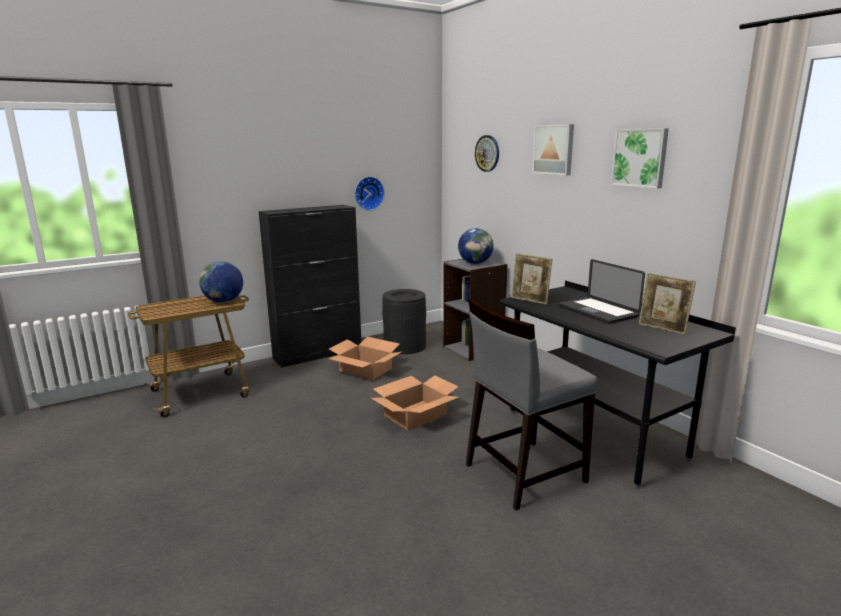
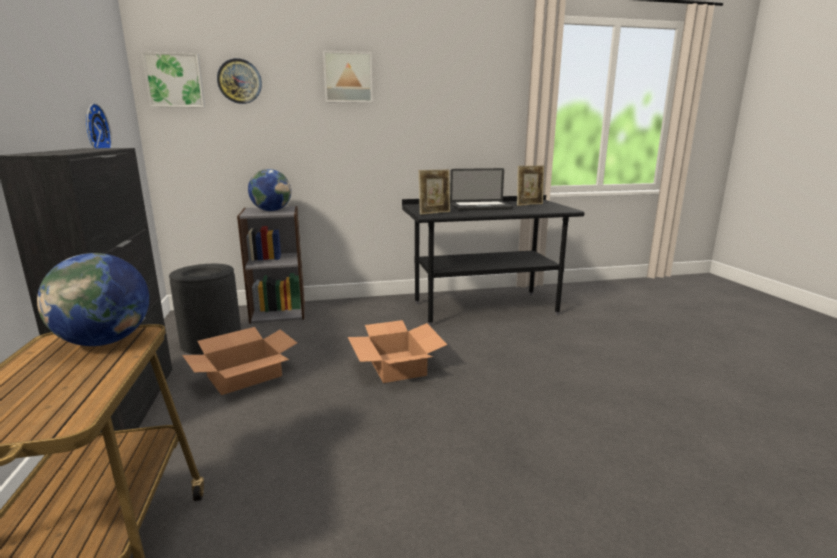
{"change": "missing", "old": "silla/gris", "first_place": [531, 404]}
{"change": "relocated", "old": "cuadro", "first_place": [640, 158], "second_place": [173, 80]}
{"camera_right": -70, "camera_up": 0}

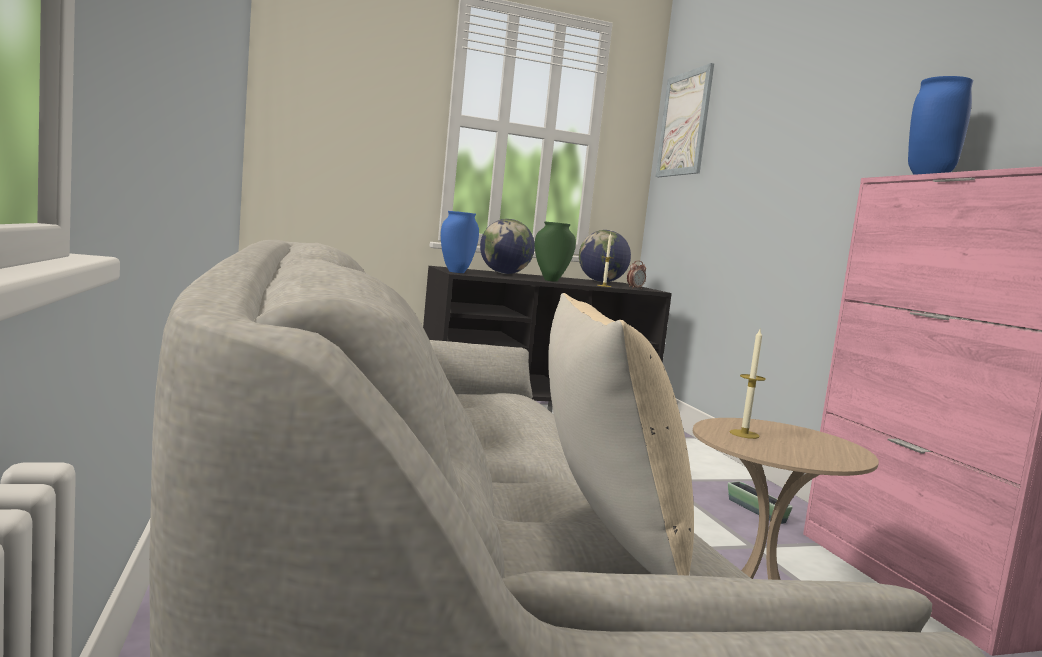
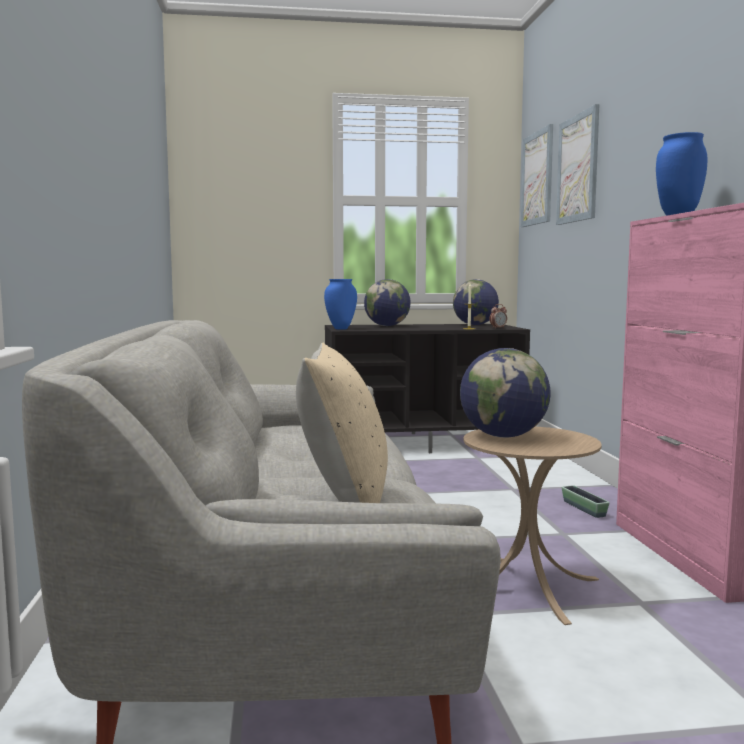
{"change": "missing", "old": "florero/verde", "first_place": [555, 252]}
{"change": "appeared", "new": "cuadro", "second_place": [577, 164]}
{"change": "exchanged", "old": "vela", "new": "globo terráqueo", "first_place": [748, 384], "second_place": [505, 393]}
{"camera_right": 10, "camera_up": 0}

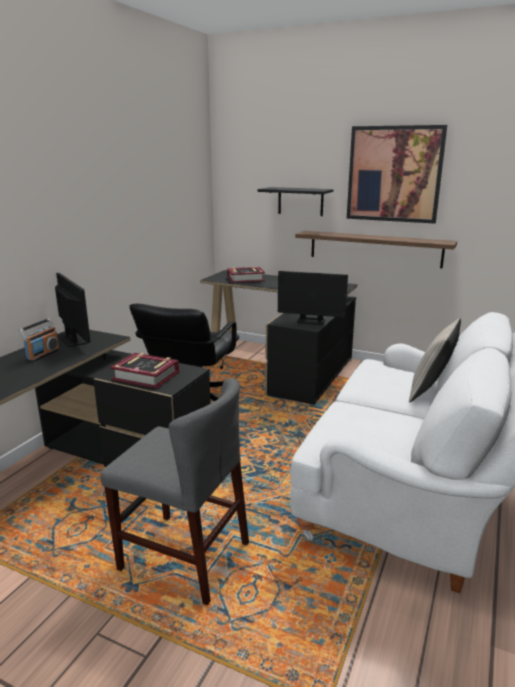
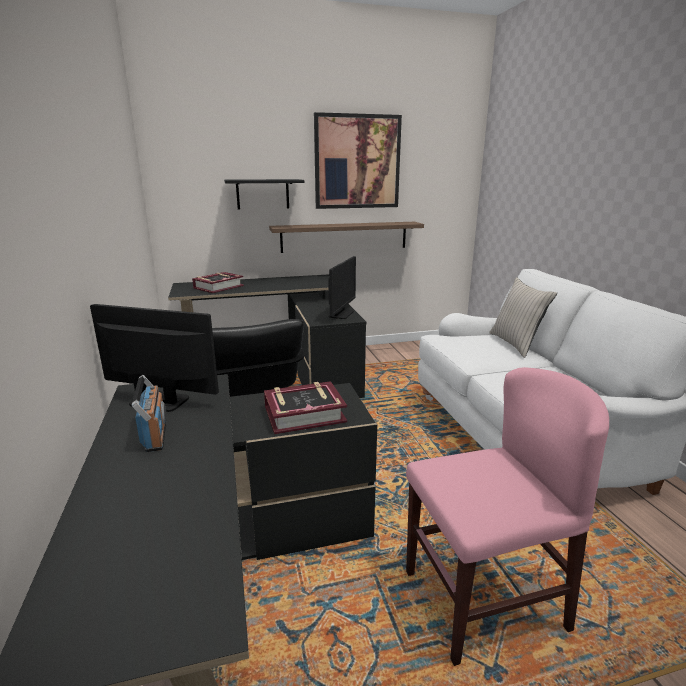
{"change": "colour", "old": "silla/gris", "new": "silla/rosa", "first_place": [174, 491], "second_place": [507, 516]}
{"change": "spun", "old": "monitor", "first_place": [313, 298], "second_place": [342, 287], "degrees": -45}
{"camera_right": -40, "camera_up": 0}

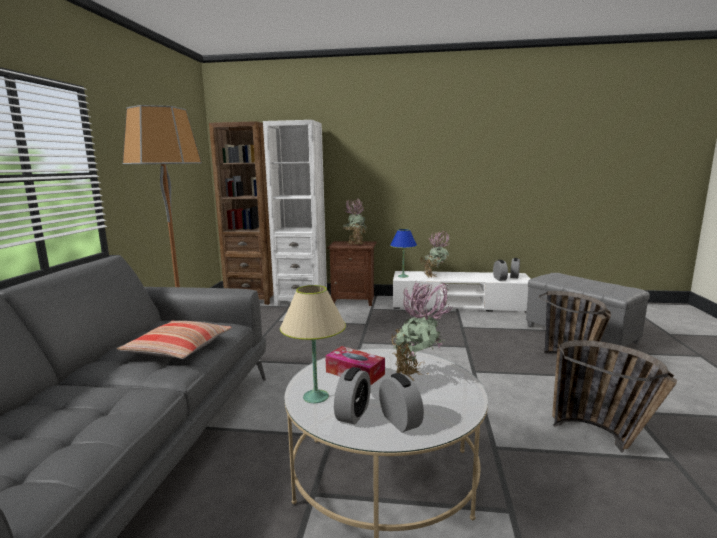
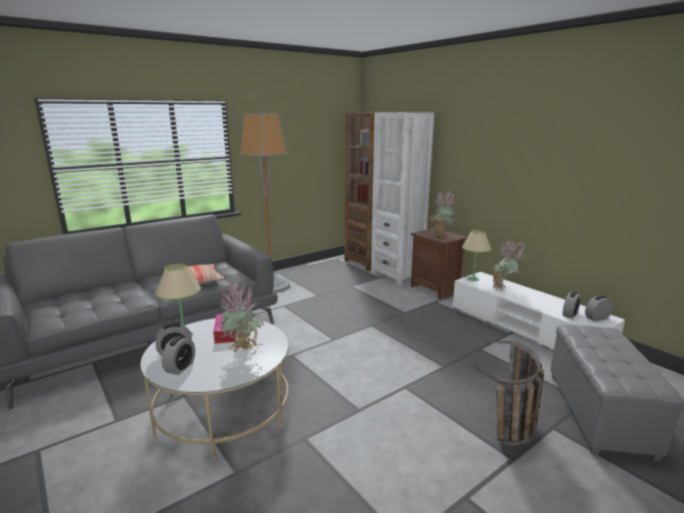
{"change": "missing", "old": "cesta", "first_place": [614, 396]}
{"change": "colour", "old": "lámpara de mesa/azul", "new": "lámpara de mesa/beis", "first_place": [403, 253], "second_place": [477, 255]}
{"camera_right": 45, "camera_up": 5}

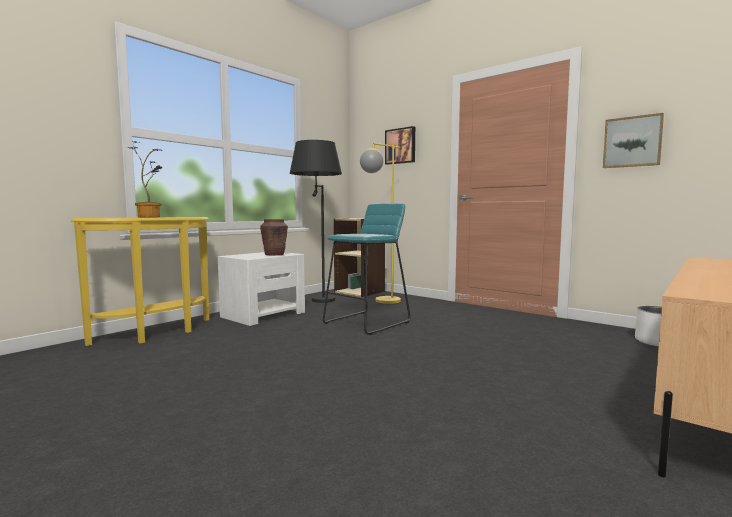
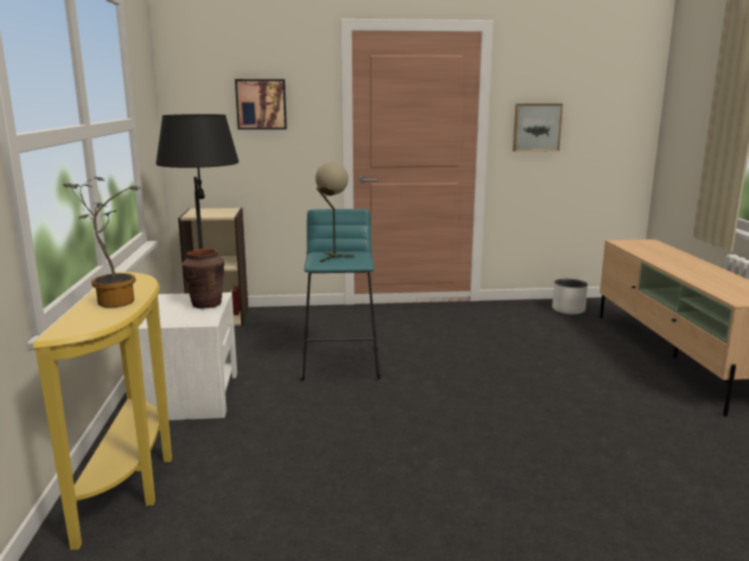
{"change": "missing", "old": "lámpara de pie/amarillo", "first_place": [380, 223]}
{"change": "appeared", "new": "lámpara de mesa/beis", "second_place": [335, 212]}
{"camera_right": -45, "camera_up": 10}

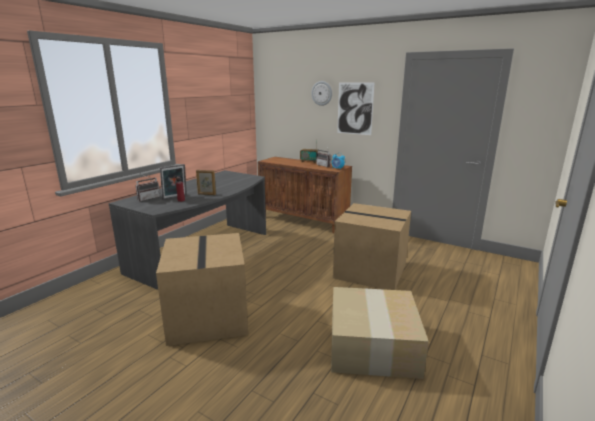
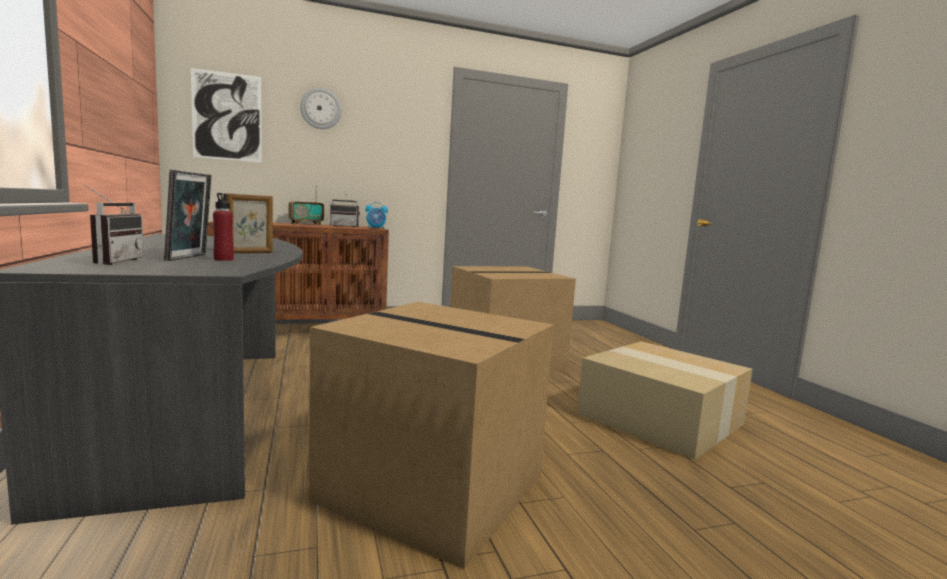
{"change": "relocated", "old": "cuadro", "first_place": [356, 108], "second_place": [226, 115]}
{"camera_right": -50, "camera_up": -10}

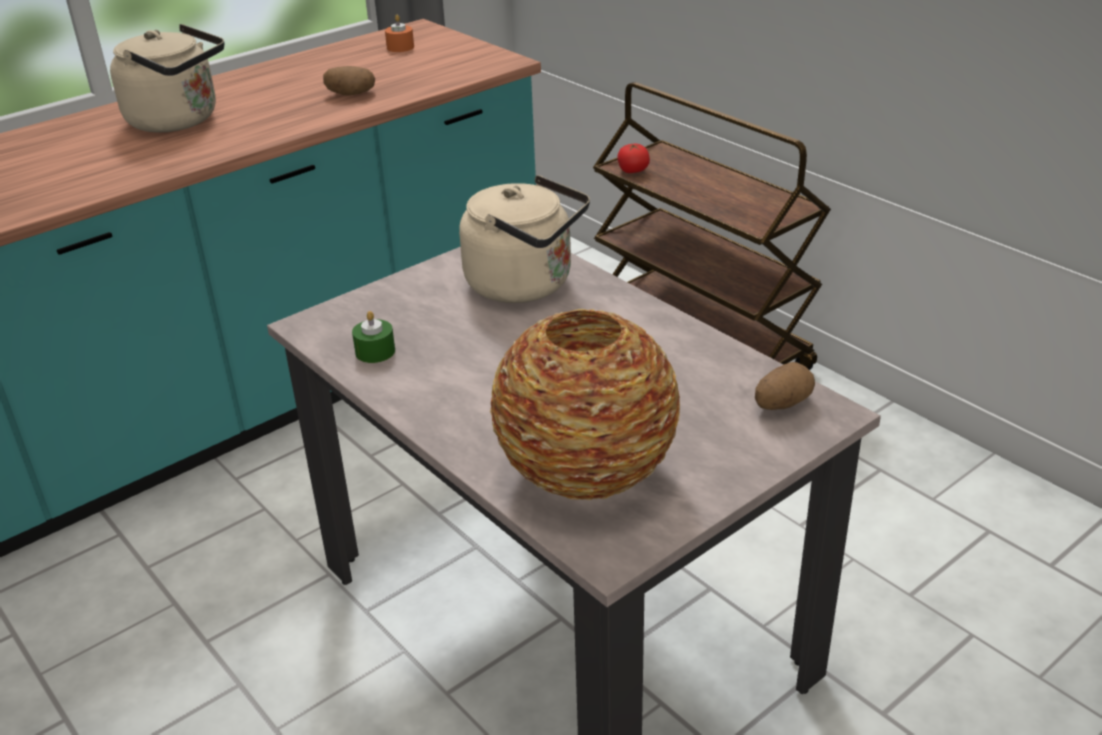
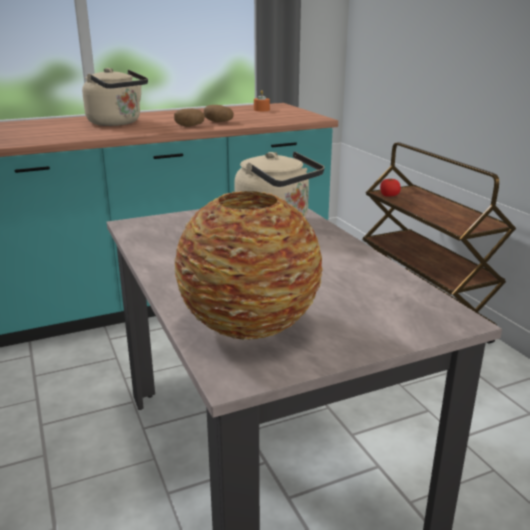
{"change": "missing", "old": "vela/verde", "first_place": [373, 337]}
{"change": "relocated", "old": "patata", "first_place": [785, 386], "second_place": [189, 117]}
{"camera_right": 15, "camera_up": -10}

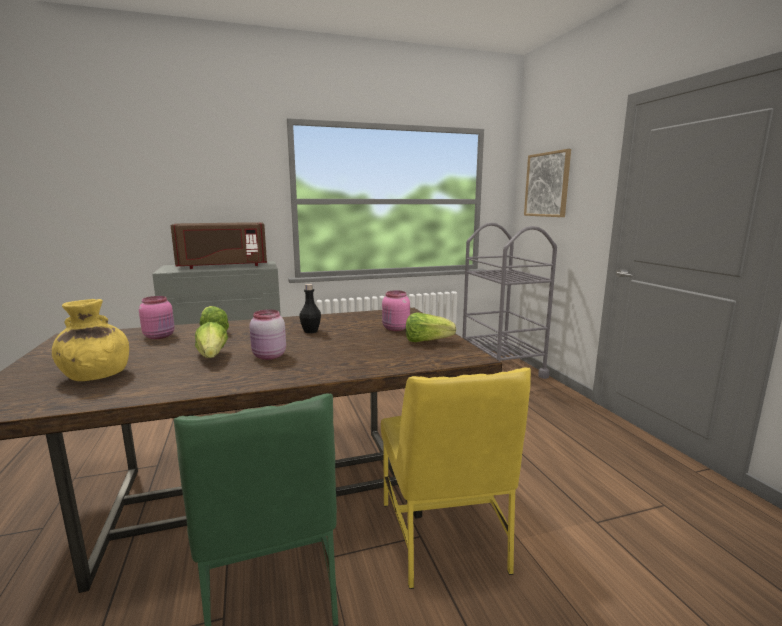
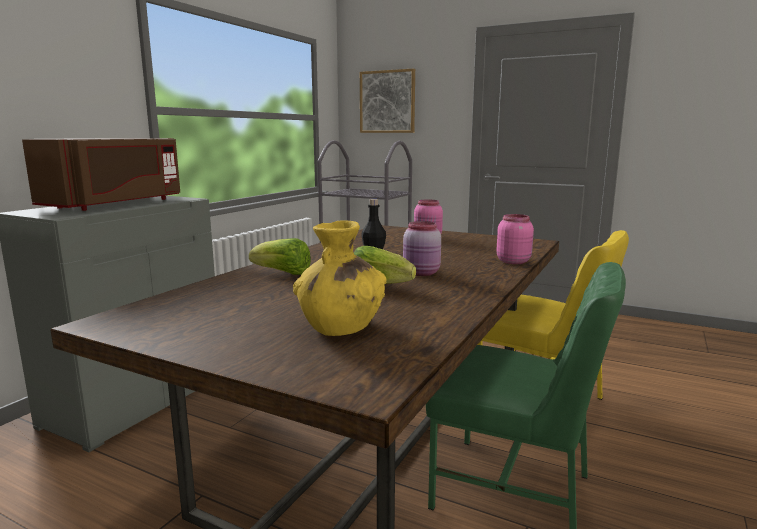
{"change": "missing", "old": "lechuga", "first_place": [431, 327]}
{"change": "relocated", "old": "tarro/rosa", "first_place": [157, 317], "second_place": [515, 239]}
{"camera_right": -45, "camera_up": 0}

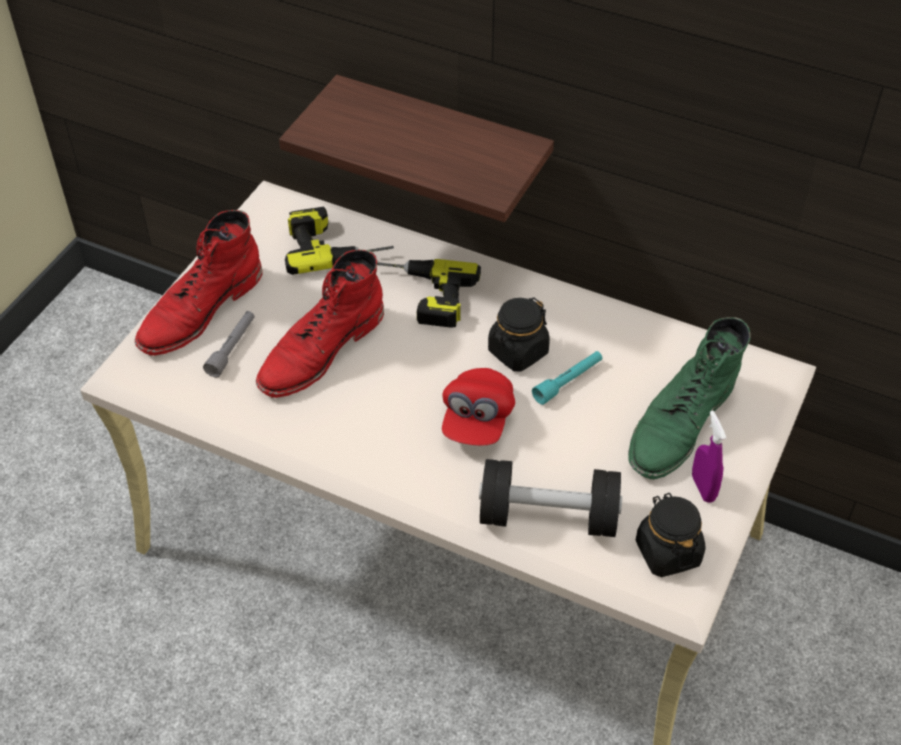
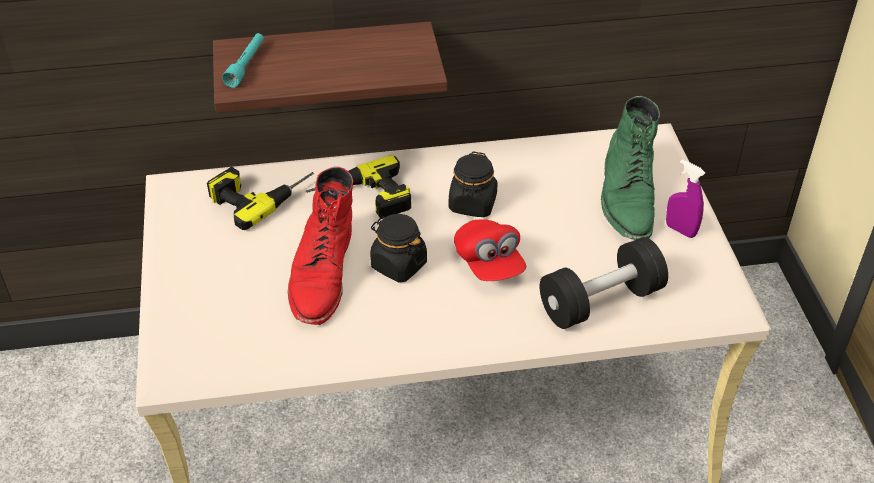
{"change": "missing", "old": "bota/rojo", "first_place": [198, 283]}
{"change": "missing", "old": "linterna/gris", "first_place": [229, 344]}
{"change": "relocated", "old": "linterna/turquesa", "first_place": [567, 378], "second_place": [243, 60]}
{"change": "relocated", "old": "tarro/negro", "first_place": [671, 535], "second_place": [398, 248]}
{"camera_right": -35, "camera_up": -5}

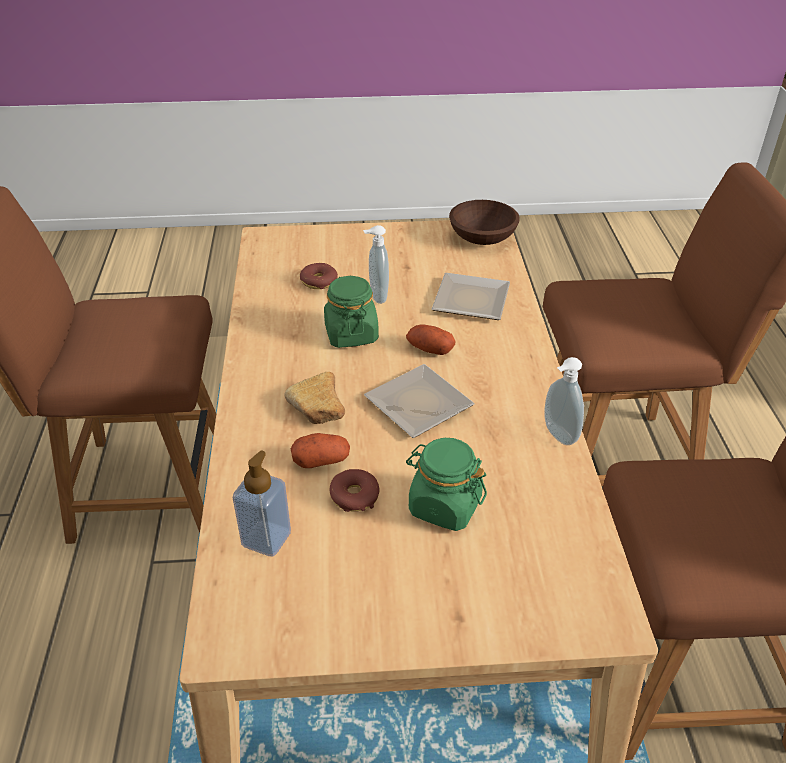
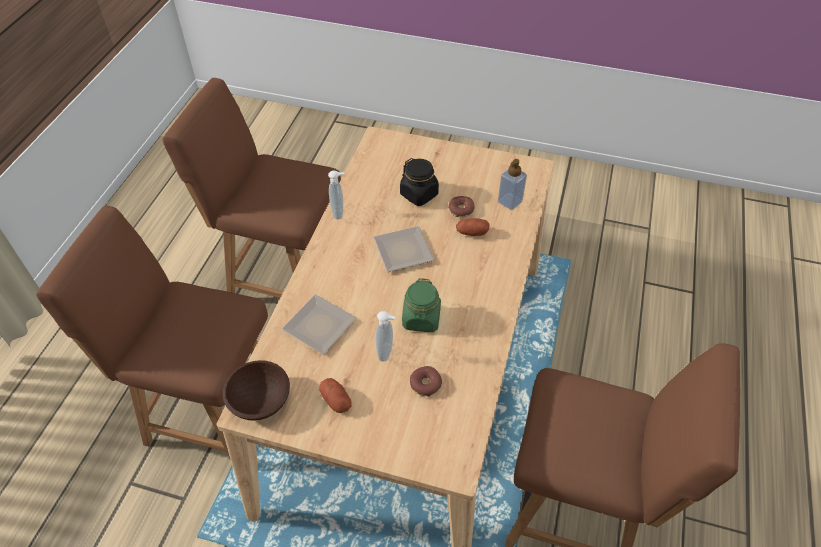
{"change": "missing", "old": "pan", "first_place": [314, 398]}
{"change": "relocated", "old": "patata", "first_place": [430, 340], "second_place": [335, 395]}
{"change": "colour", "old": "tarro/verde", "new": "tarro/negro", "first_place": [446, 484], "second_place": [419, 182]}
{"camera_right": -160, "camera_up": 10}

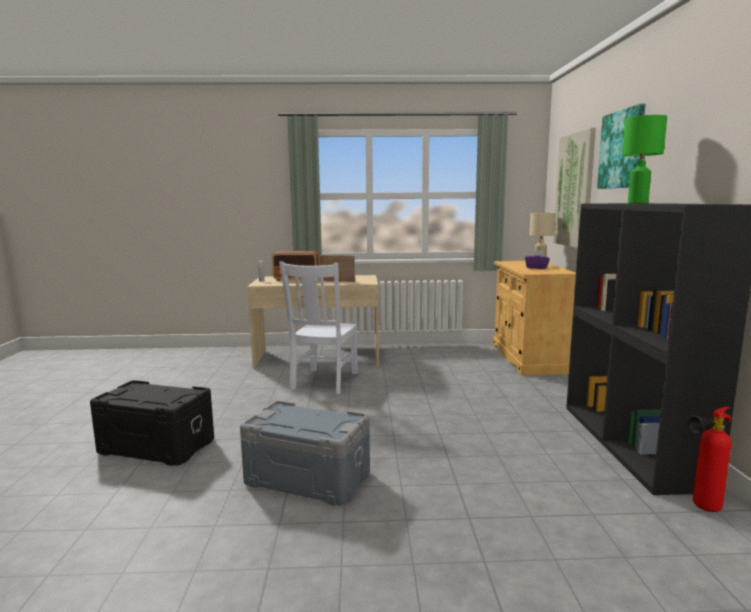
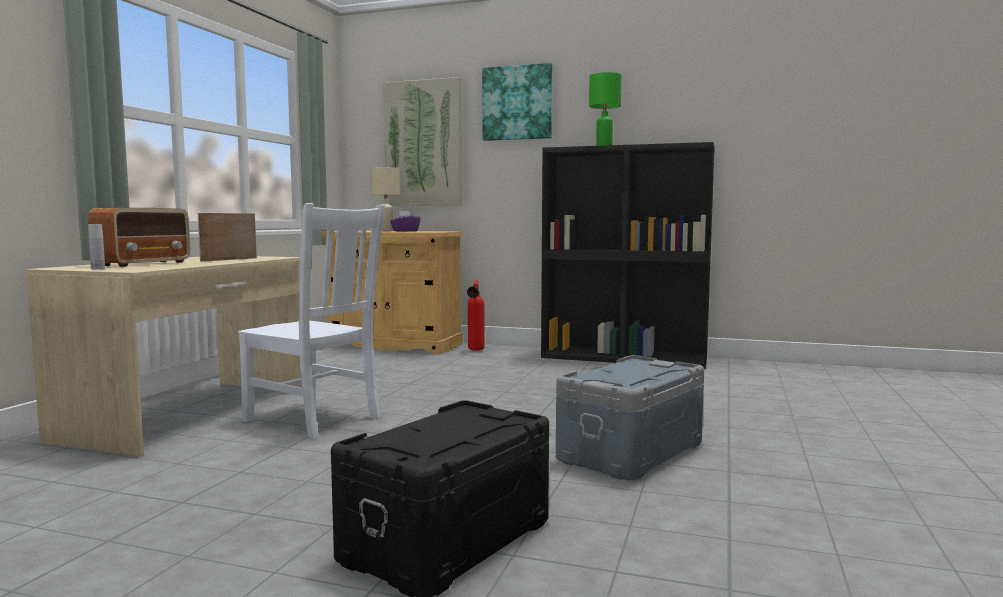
{"change": "relocated", "old": "extintor", "first_place": [709, 459], "second_place": [476, 315]}
{"camera_right": -70, "camera_up": -5}

